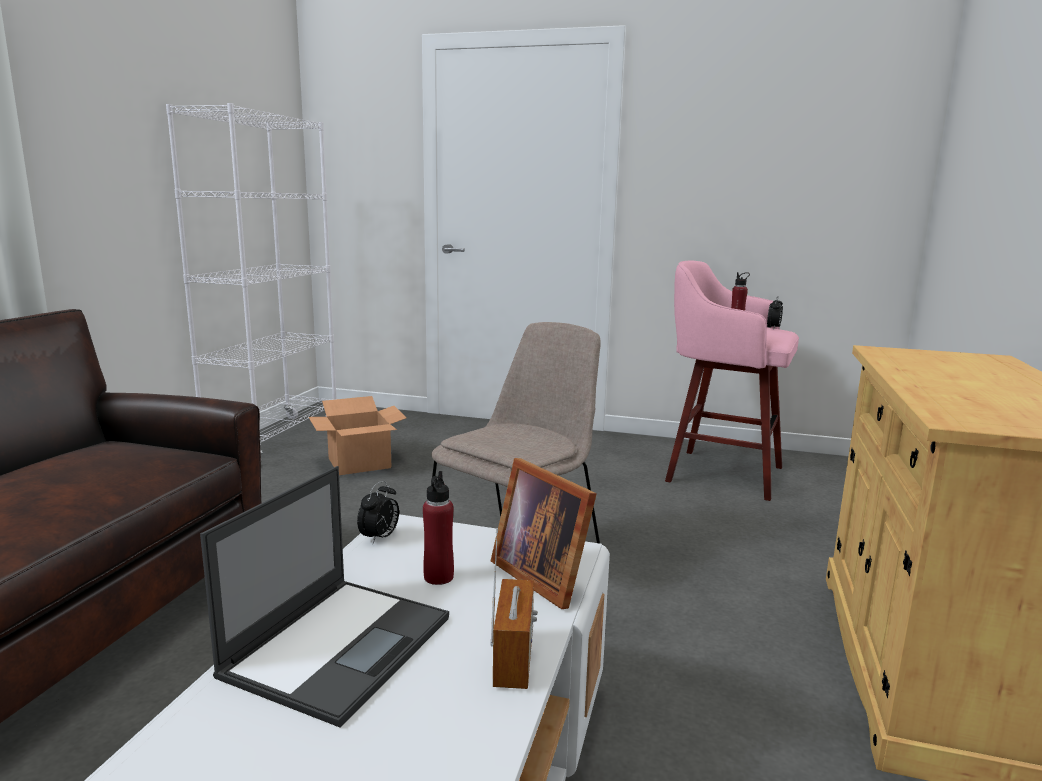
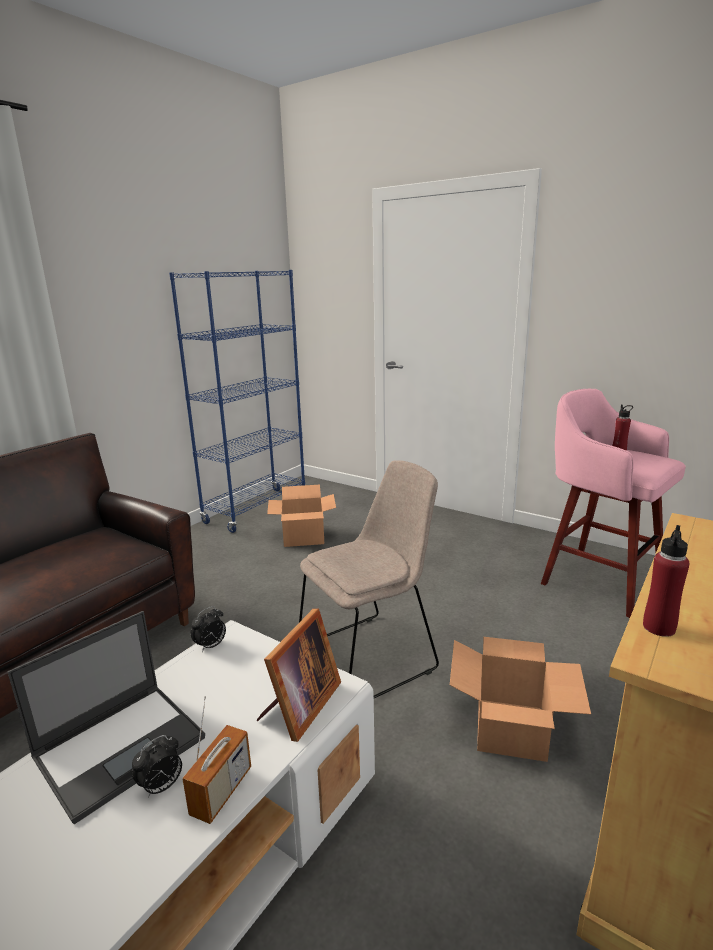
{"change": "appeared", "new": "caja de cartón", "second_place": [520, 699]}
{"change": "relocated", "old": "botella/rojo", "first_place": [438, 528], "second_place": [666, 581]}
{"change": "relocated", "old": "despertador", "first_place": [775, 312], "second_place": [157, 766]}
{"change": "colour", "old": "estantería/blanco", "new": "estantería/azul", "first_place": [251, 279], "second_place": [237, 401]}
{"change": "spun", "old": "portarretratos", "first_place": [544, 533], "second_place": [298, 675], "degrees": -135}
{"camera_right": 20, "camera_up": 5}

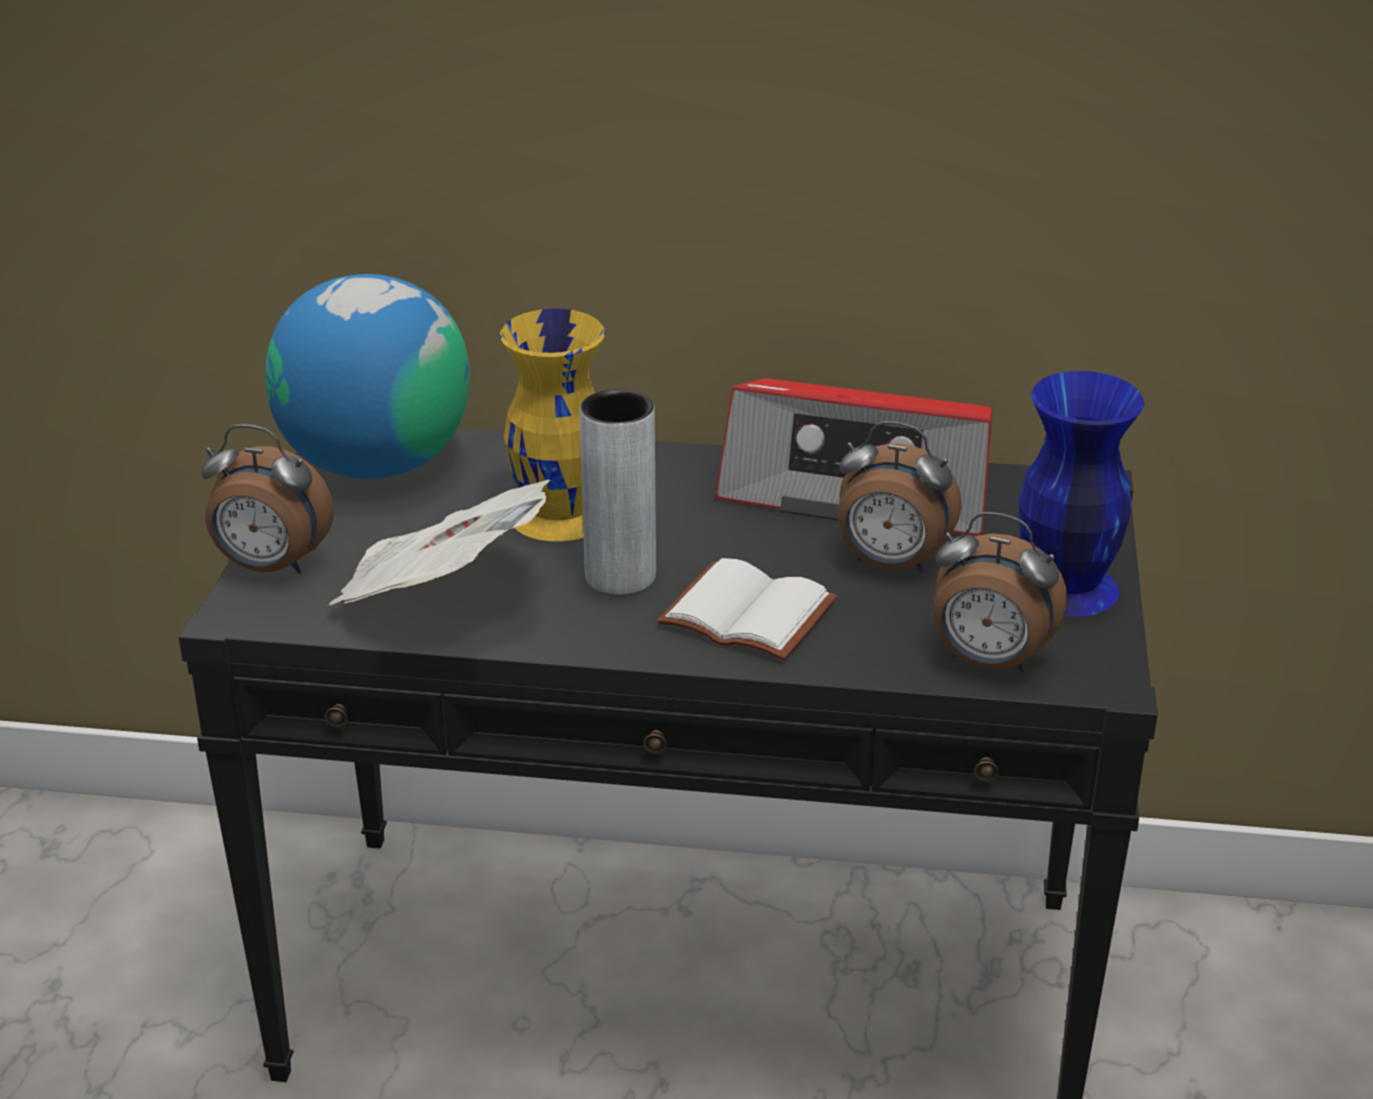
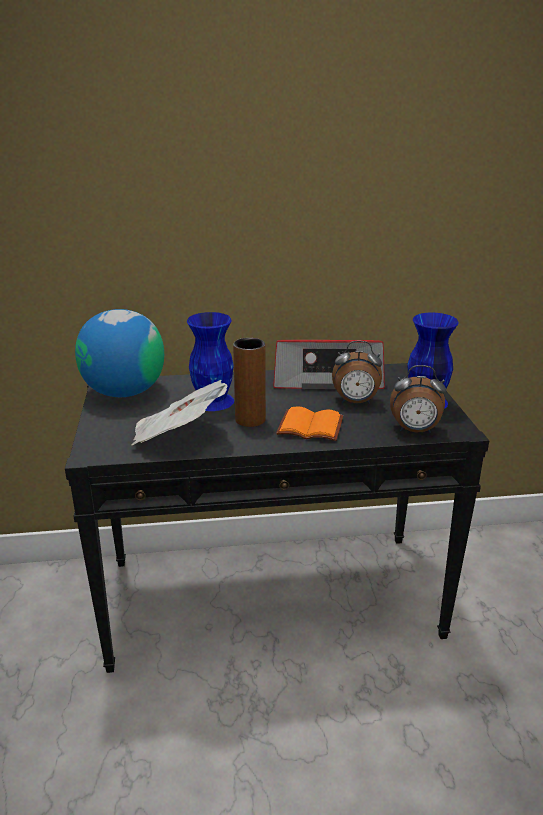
{"change": "missing", "old": "despertador", "first_place": [267, 499]}
{"change": "colour", "old": "florero/amarillo", "new": "florero/azul", "first_place": [552, 425], "second_place": [210, 361]}
{"change": "colour", "old": "florero/gris", "new": "florero/marrón", "first_place": [618, 492], "second_place": [249, 382]}
{"change": "colour", "old": "libro/blanco", "new": "libro/naranja", "first_place": [747, 609], "second_place": [309, 423]}
{"camera_right": -15, "camera_up": -5}

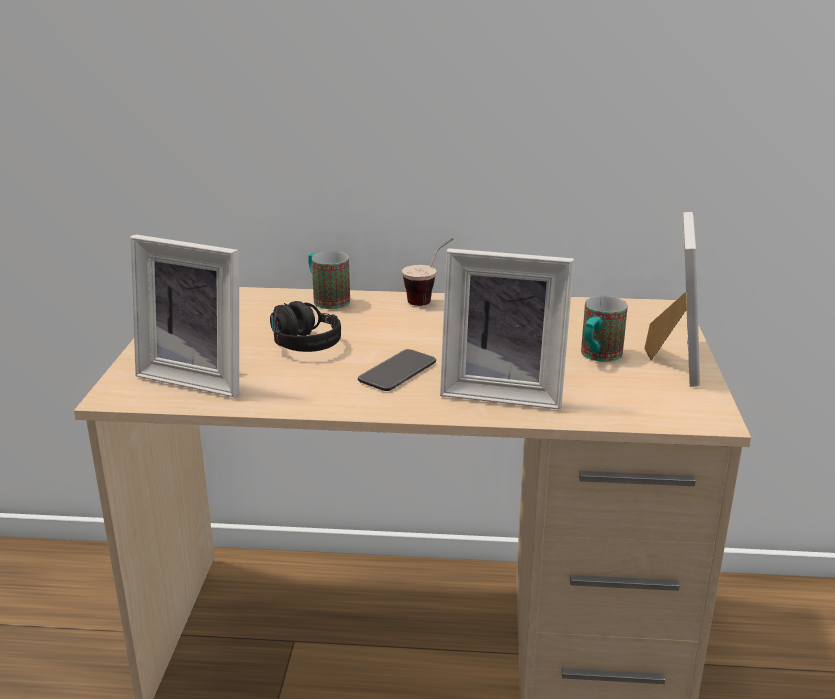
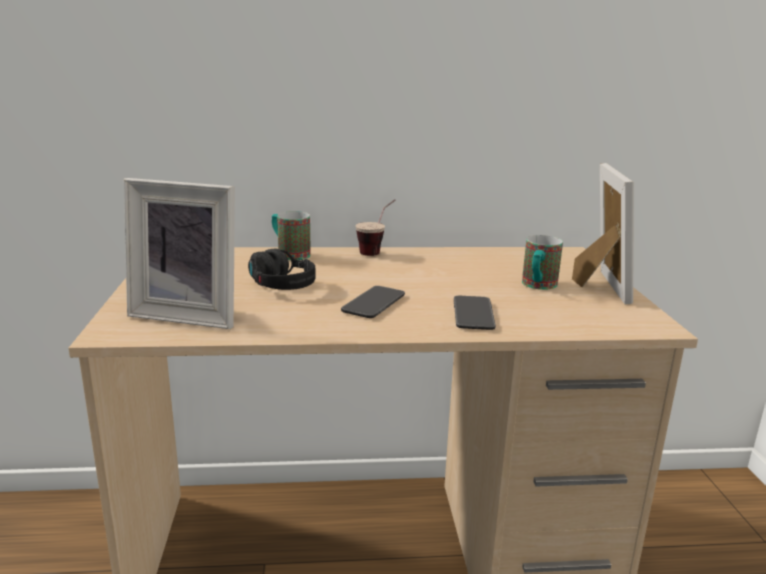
{"change": "exchanged", "old": "portarretratos", "new": "móvil", "first_place": [507, 329], "second_place": [475, 313]}
{"camera_right": -10, "camera_up": -5}

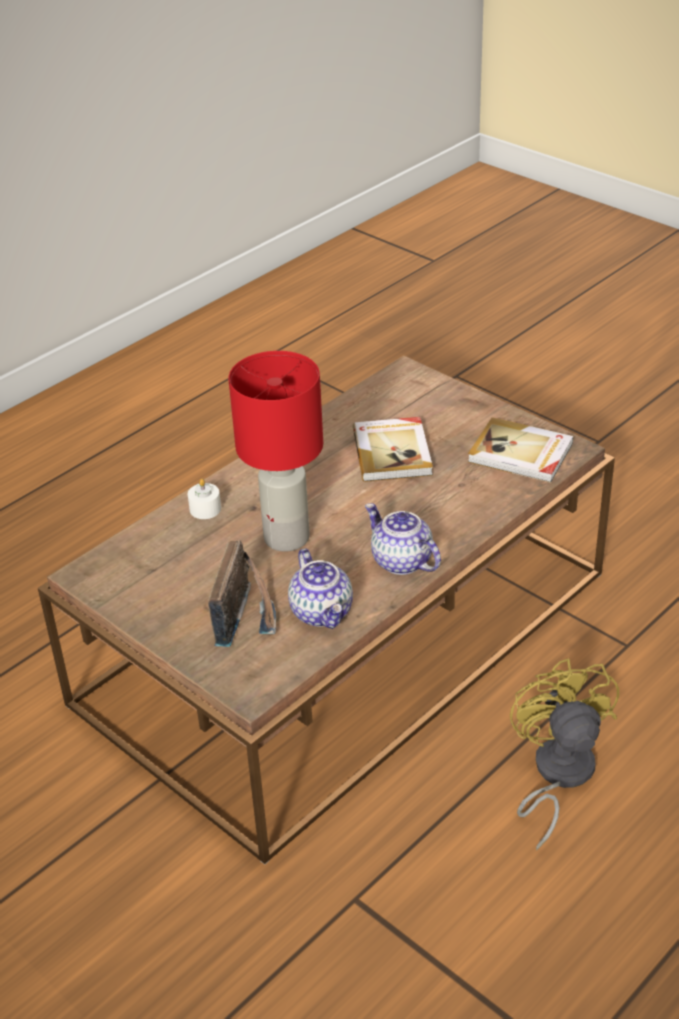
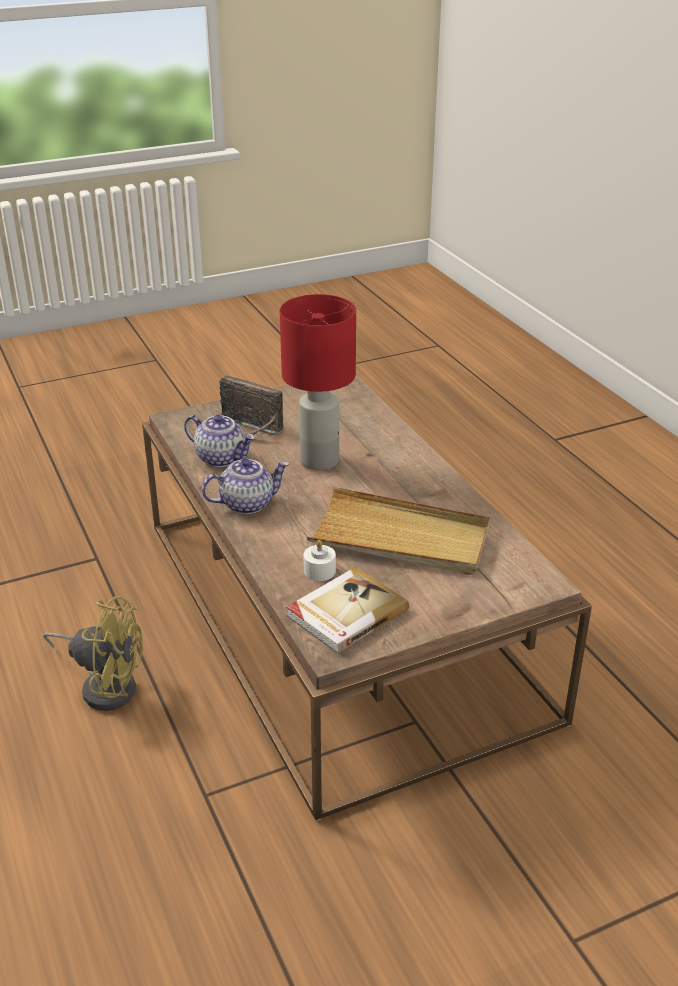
{"change": "relocated", "old": "vela/blanco", "first_place": [204, 499], "second_place": [319, 560]}
{"change": "exchanged", "old": "libro", "new": "bandeja/beis", "first_place": [393, 449], "second_place": [398, 531]}
{"change": "spun", "old": "tetera", "first_place": [320, 589], "second_place": [219, 441], "degrees": -150}
{"camera_right": 110, "camera_up": -5}

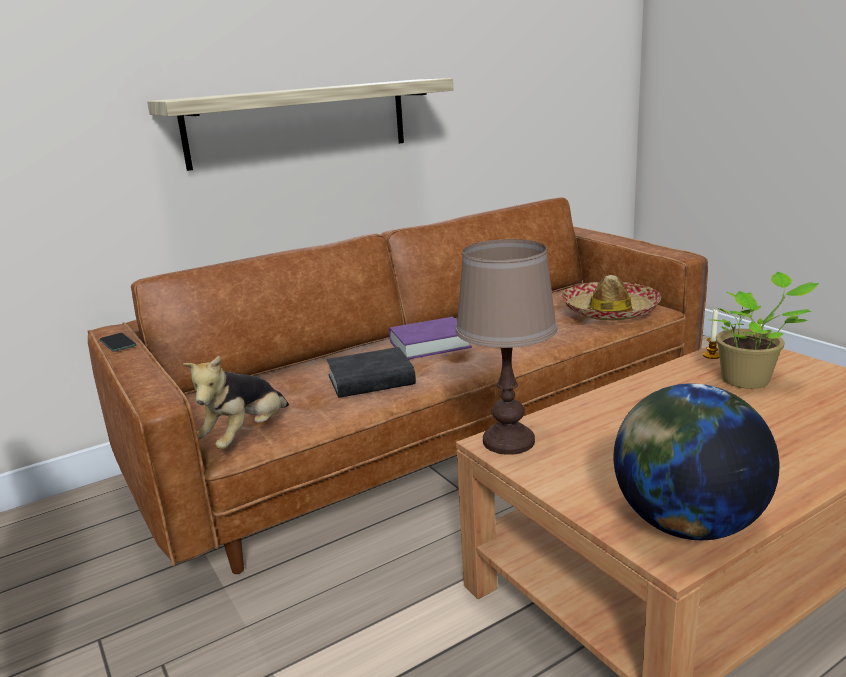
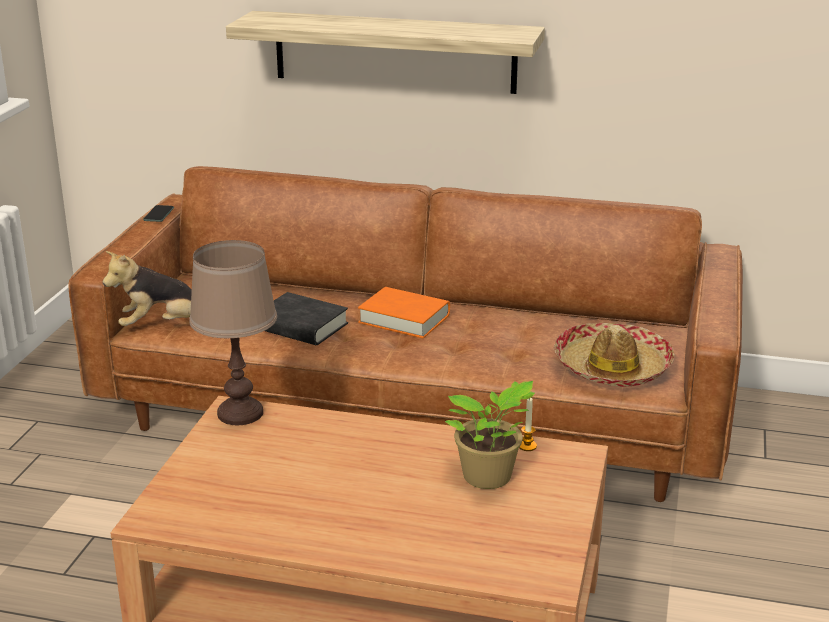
{"change": "missing", "old": "globo terráqueo", "first_place": [696, 461]}
{"change": "colour", "old": "libro/morado", "new": "libro/naranja", "first_place": [430, 338], "second_place": [404, 313]}
{"camera_right": 45, "camera_up": 5}

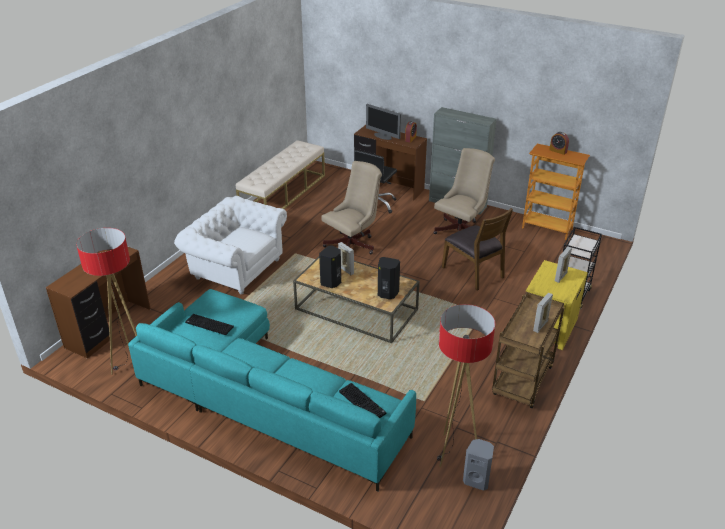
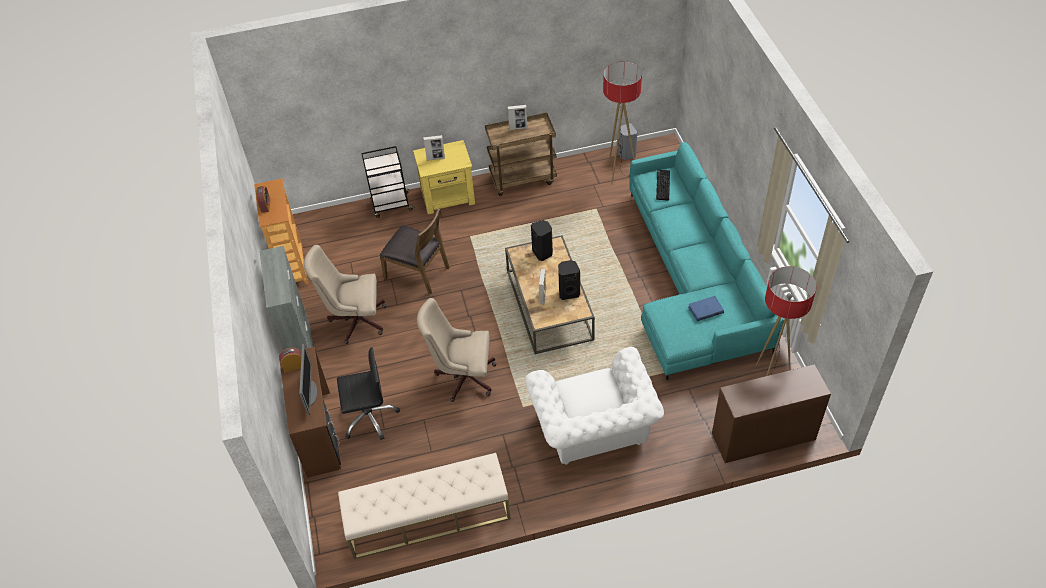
{"change": "exchanged", "old": "teclado", "new": "libro/azul", "first_place": [209, 324], "second_place": [706, 308]}
{"change": "spun", "old": "silla/marrón", "first_place": [477, 249], "second_place": [415, 251], "degrees": 105}
{"camera_right": -130, "camera_up": 15}

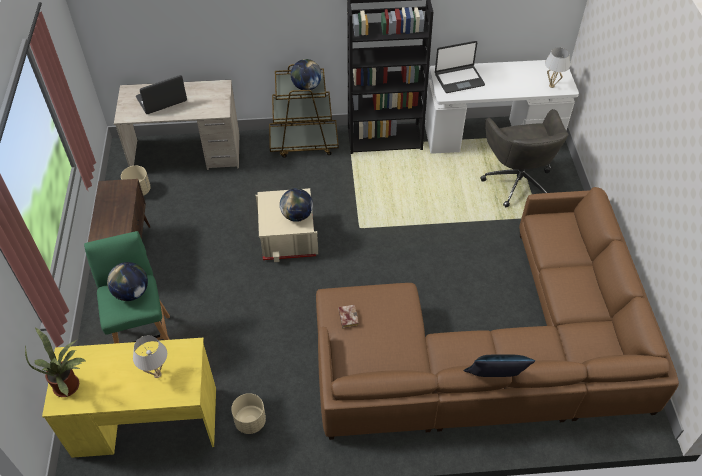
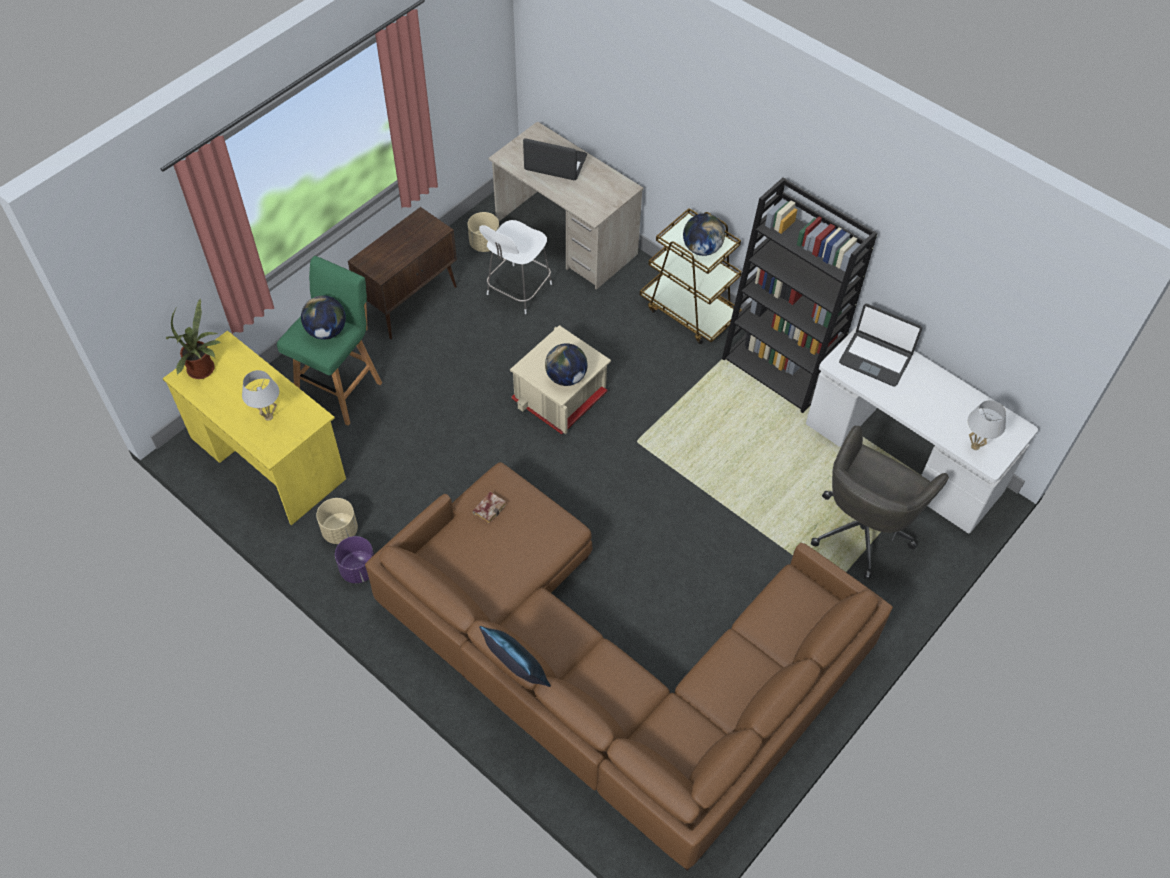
{"change": "appeared", "new": "maceta/morado", "second_place": [354, 559]}
{"change": "appeared", "new": "silla/blanco", "second_place": [515, 267]}
{"camera_right": 45, "camera_up": 5}

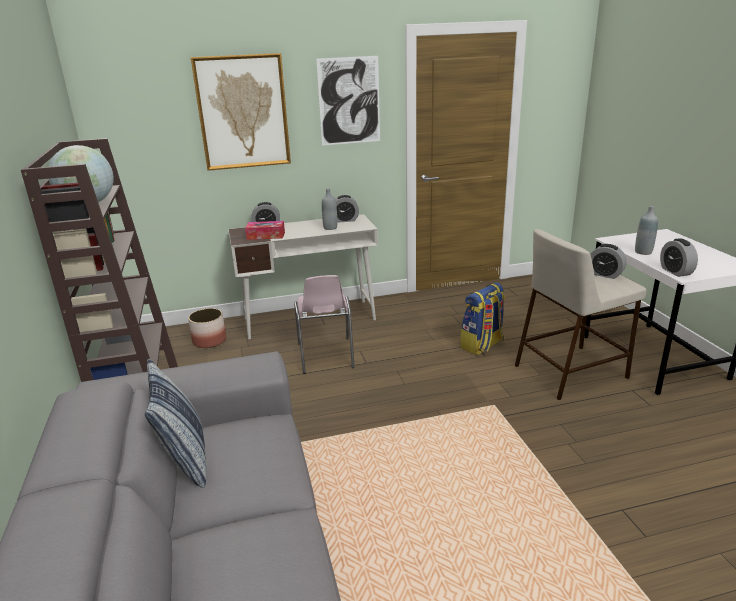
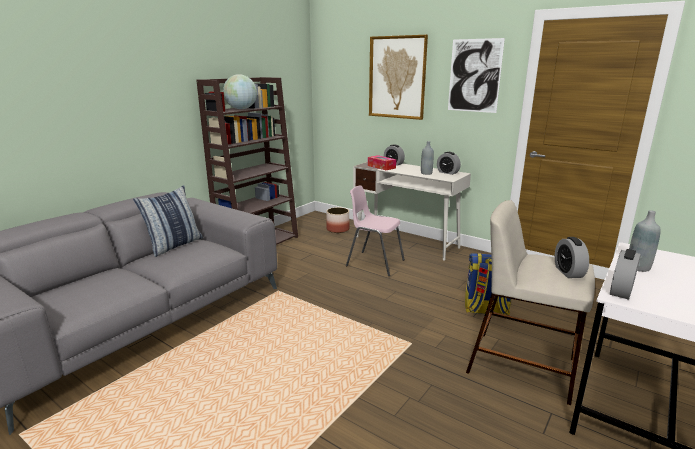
{"change": "spun", "old": "silla/rosa", "first_place": [324, 324], "second_place": [375, 230], "degrees": 75}
{"camera_right": 50, "camera_up": -5}

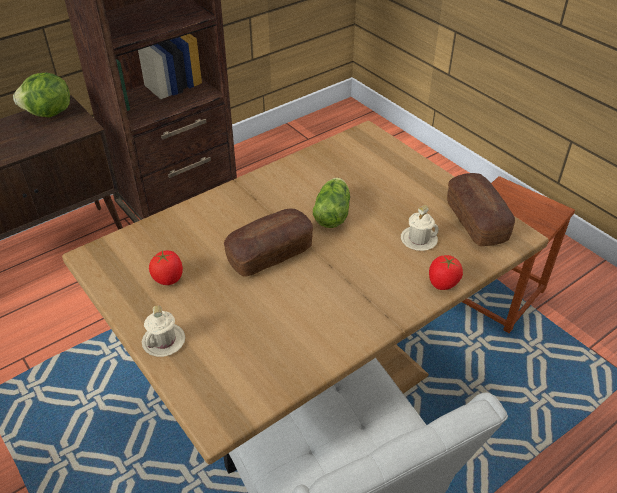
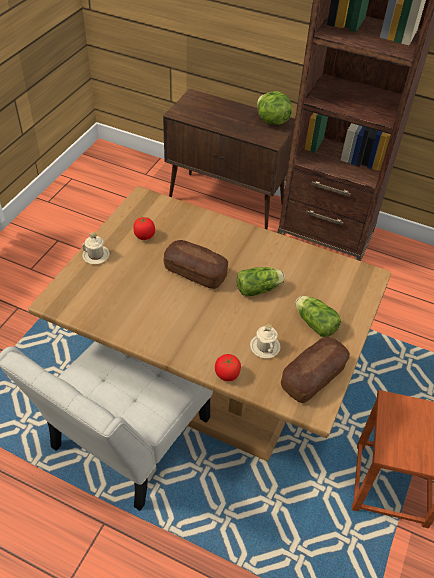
{"change": "appeared", "new": "lechuga", "second_place": [318, 316]}
{"camera_right": 60, "camera_up": 5}

